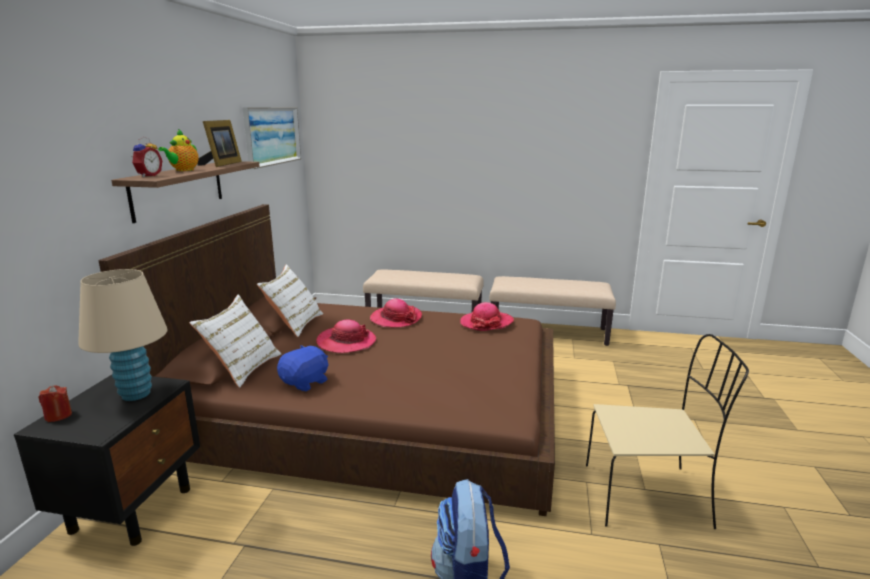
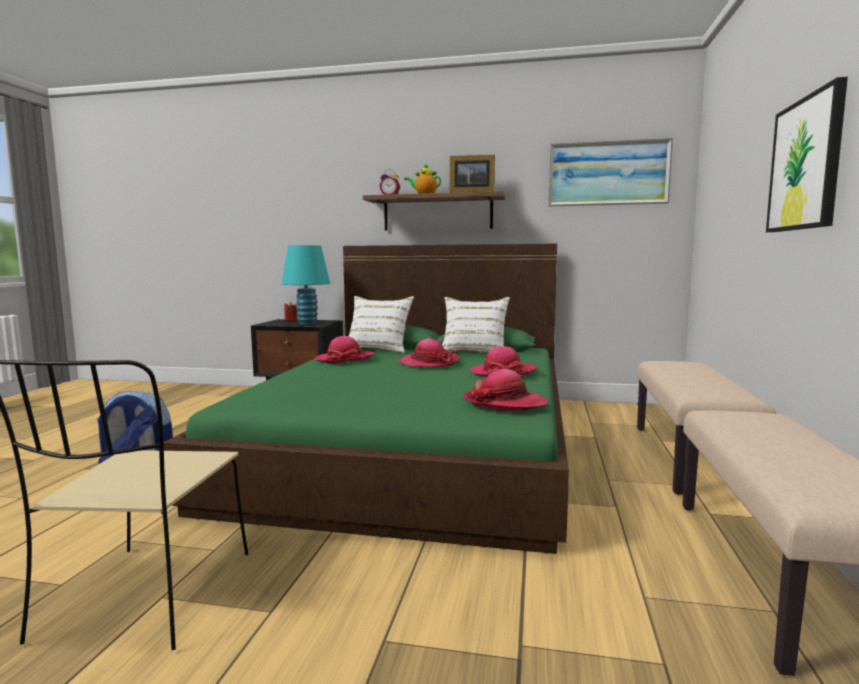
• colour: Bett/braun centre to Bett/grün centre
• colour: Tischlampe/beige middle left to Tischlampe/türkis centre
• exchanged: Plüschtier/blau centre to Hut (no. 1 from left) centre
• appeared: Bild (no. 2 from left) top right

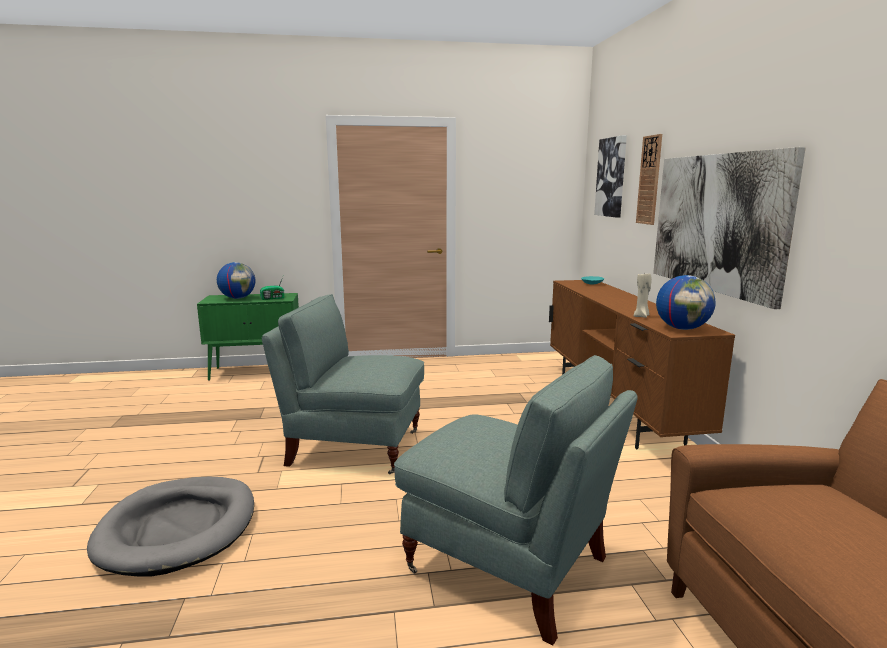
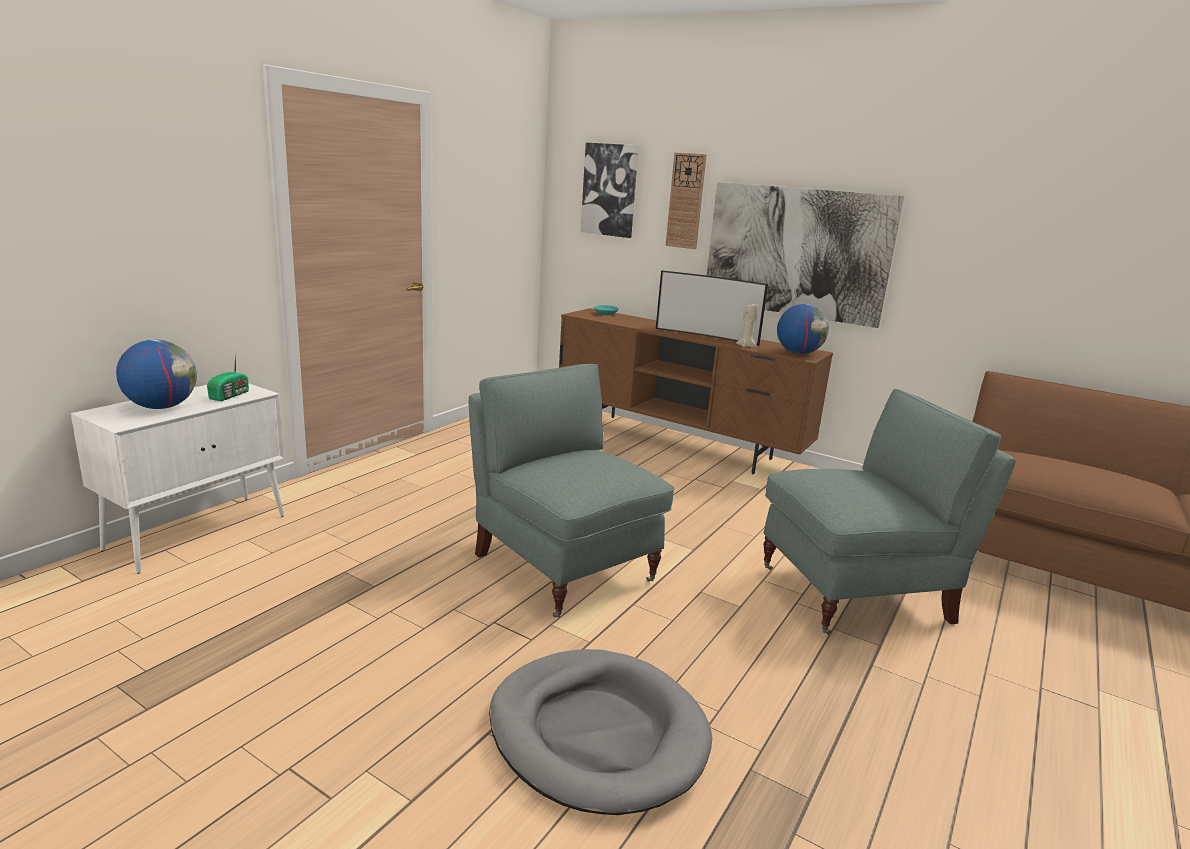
• colour: Schrank/grün middle left to Schrank/weiß middle left
• spun: Sessel/grau (no. 1 from left) centre = centre 90 degrees clockwise
• appeared: Fernseher centre

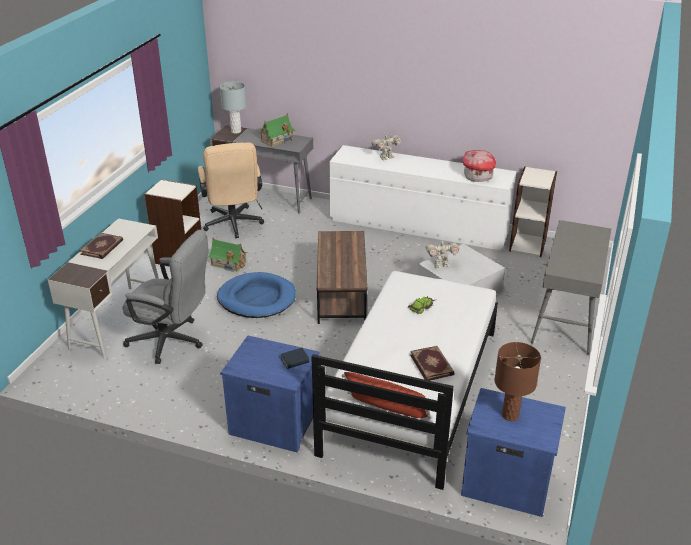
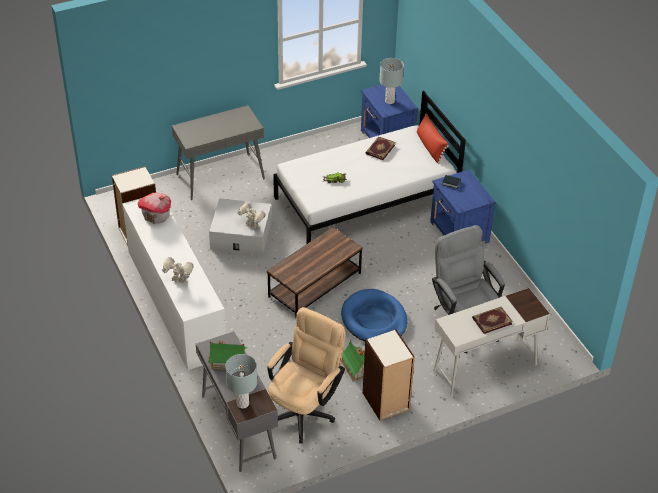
• colour: Tischlampe/braun bottom right to Tischlampe/grau (no. 2 from left) top centre

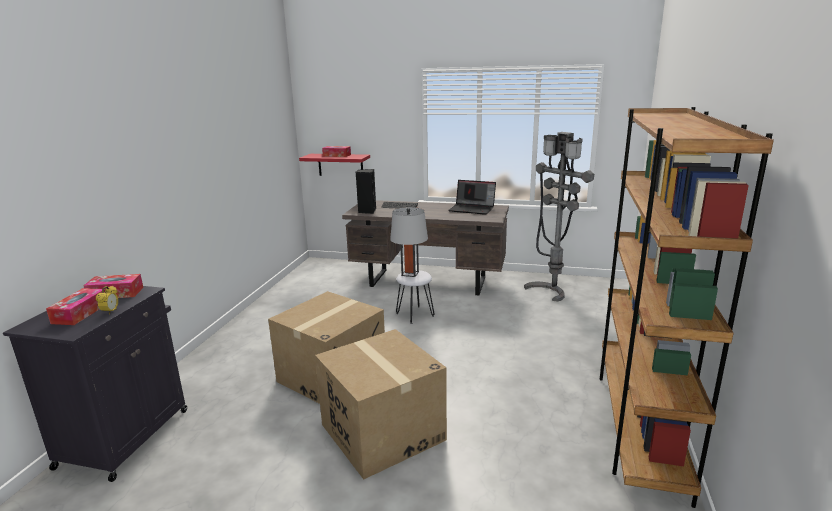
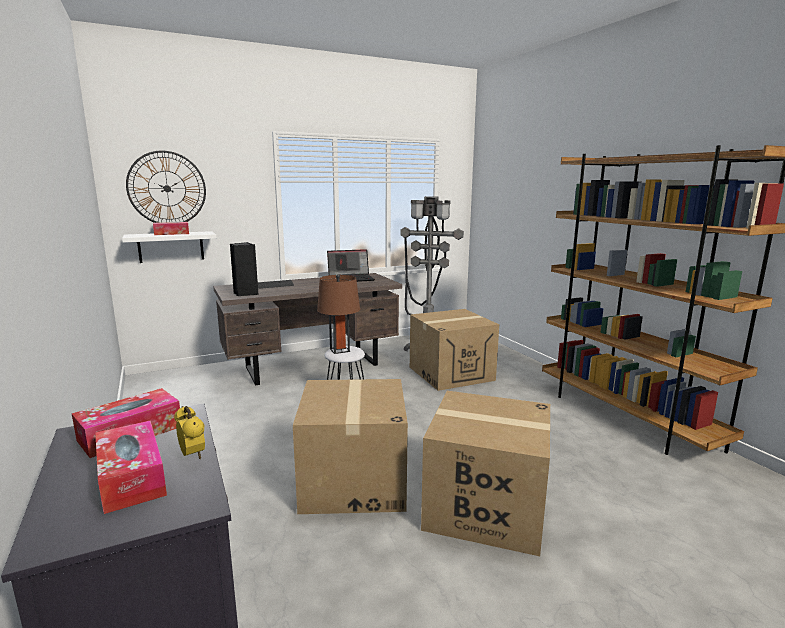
• colour: Wandregal/rot top centre to Wandregal/weiß middle left
• colour: Tischlampe/grau centre to Tischlampe/braun centre
• appeared: Wanduhr top left
• appeared: Karton (no. 2 from left) centre

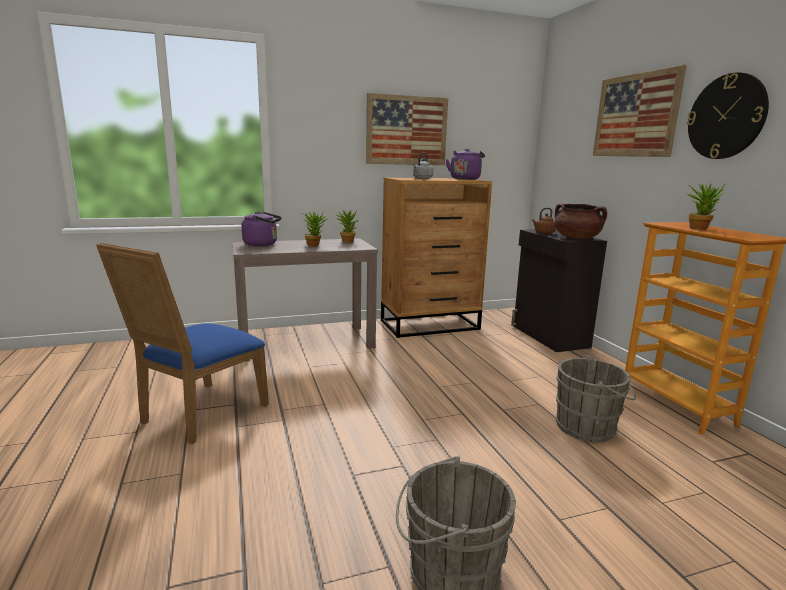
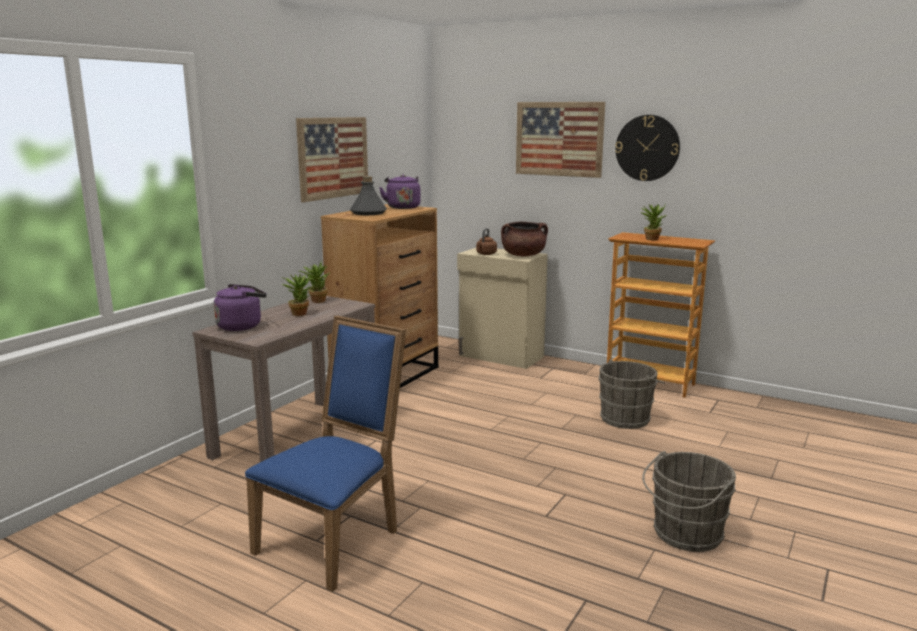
• exchanged: Wasserkessel/grau top centre to Flasche/grau top centre
• colour: Schrank/schwarz middle right to Schrank/beige centre
• spun: Stuhl/blau middle left = bottom centre 135 degrees counterclockwise

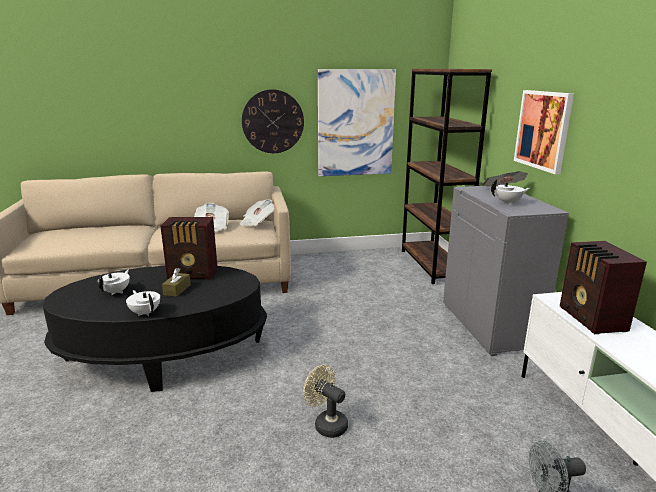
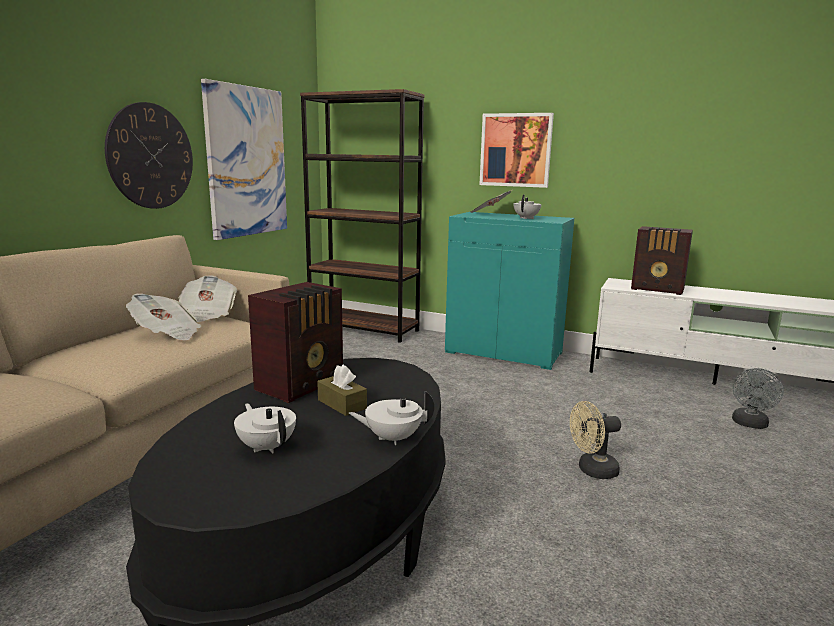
• colour: Schrank/grau middle right to Schrank/türkis centre

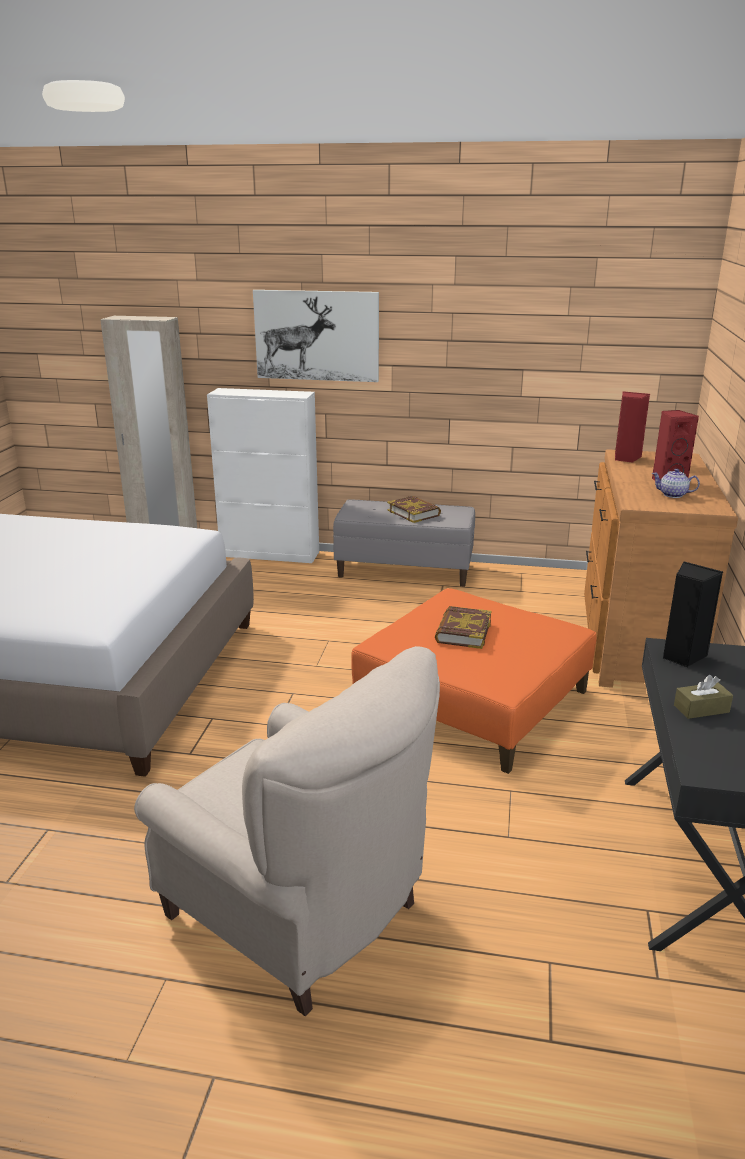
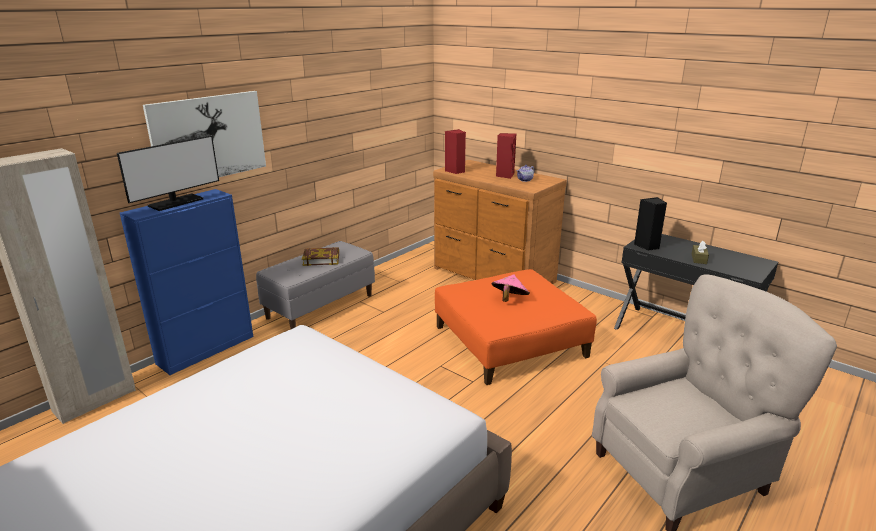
• colour: Schrank/weiß centre to Schrank/blau middle left
• exchanged: Buch (no. 2 from left) centre to Hut/rosa centre
• appeared: Monitor top left

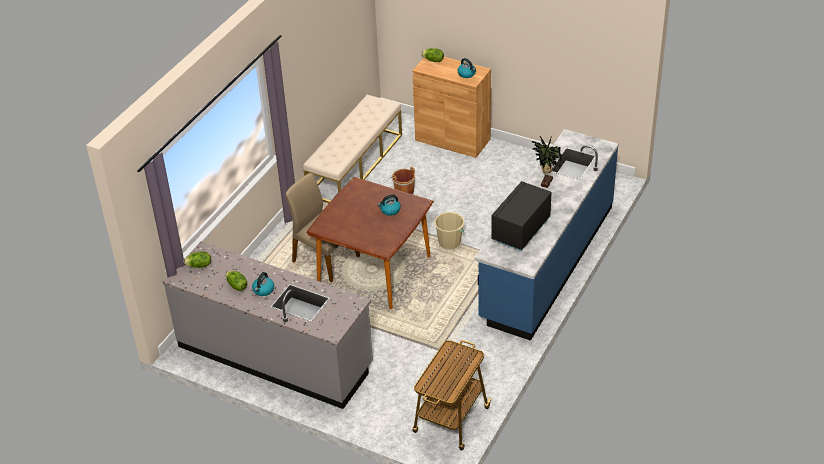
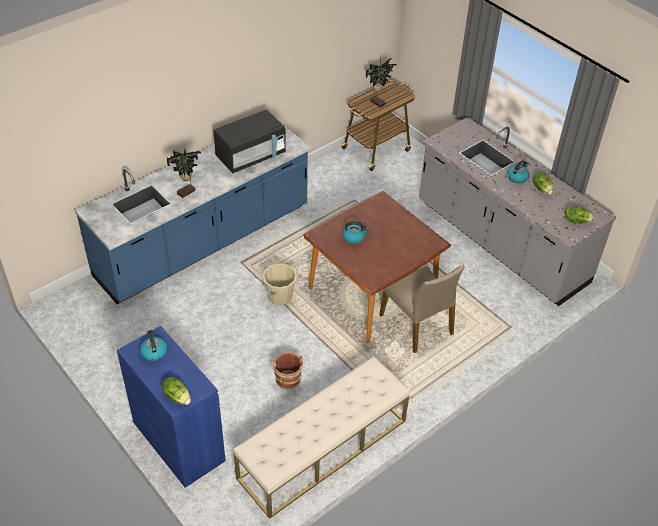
• colour: Schrank/braun top centre to Schrank/blau bottom left
• appeared: Topfpflanze (no. 2 from left) top centre

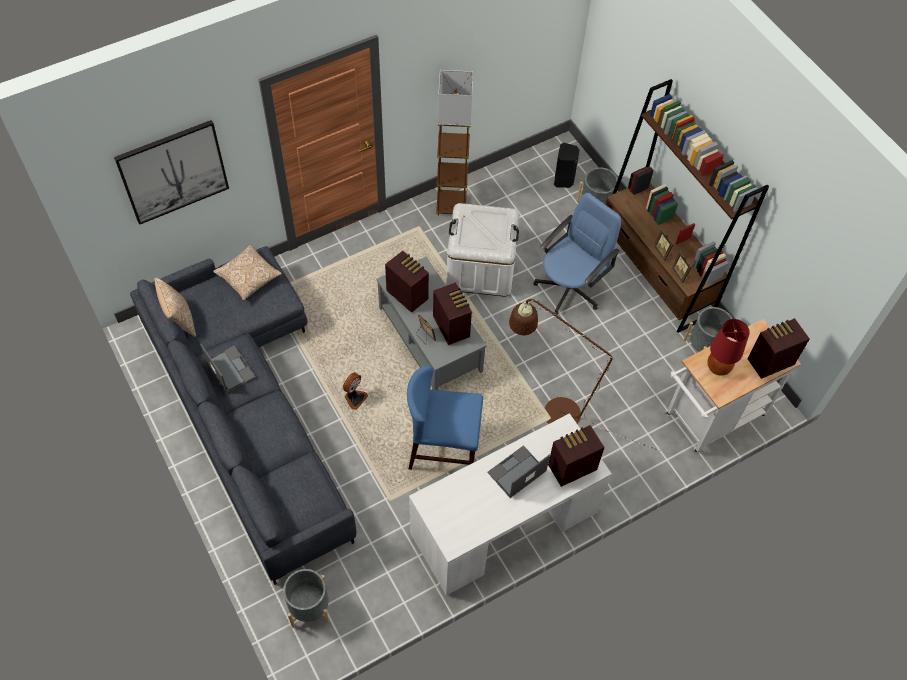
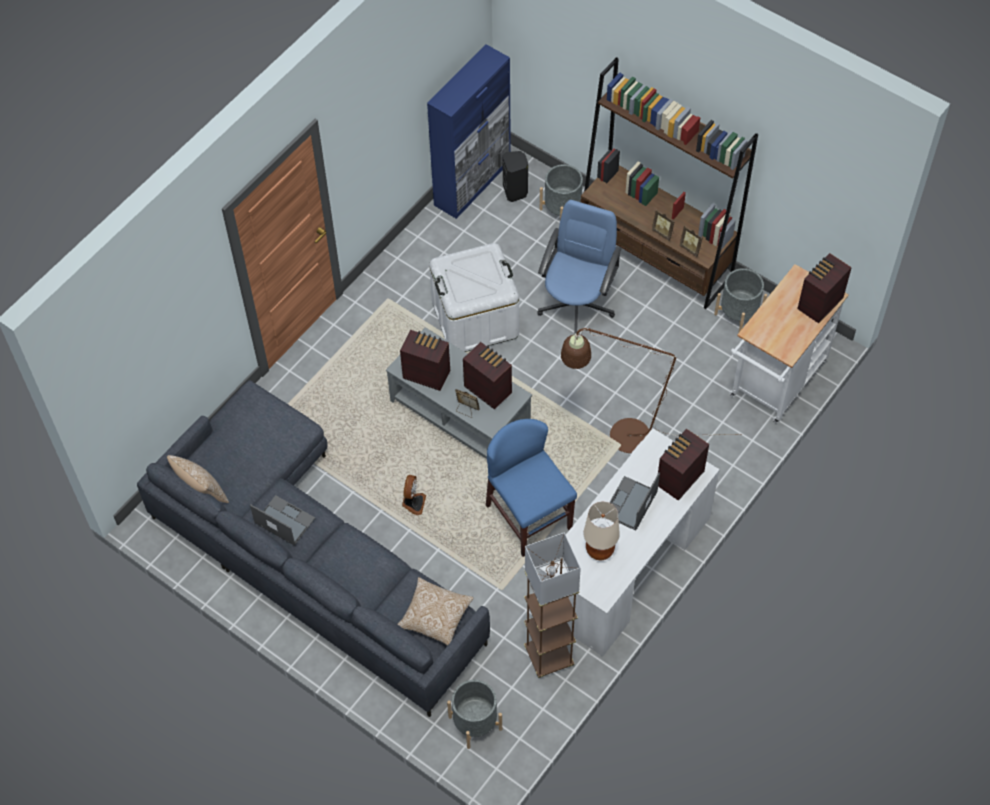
• relocated: Stehlampe/braun (no. 1 from left) top centre to bottom centre
• missing: Bild top left
• relocated: Kissen (no. 2 from left) middle left to bottom centre
• missing: Tischlampe/rot middle right
• spun: Stuhl/blau centre = centre 75 degrees clockwise
• appeared: Schrank/blau top centre
• appeared: Tischlampe/beige centre

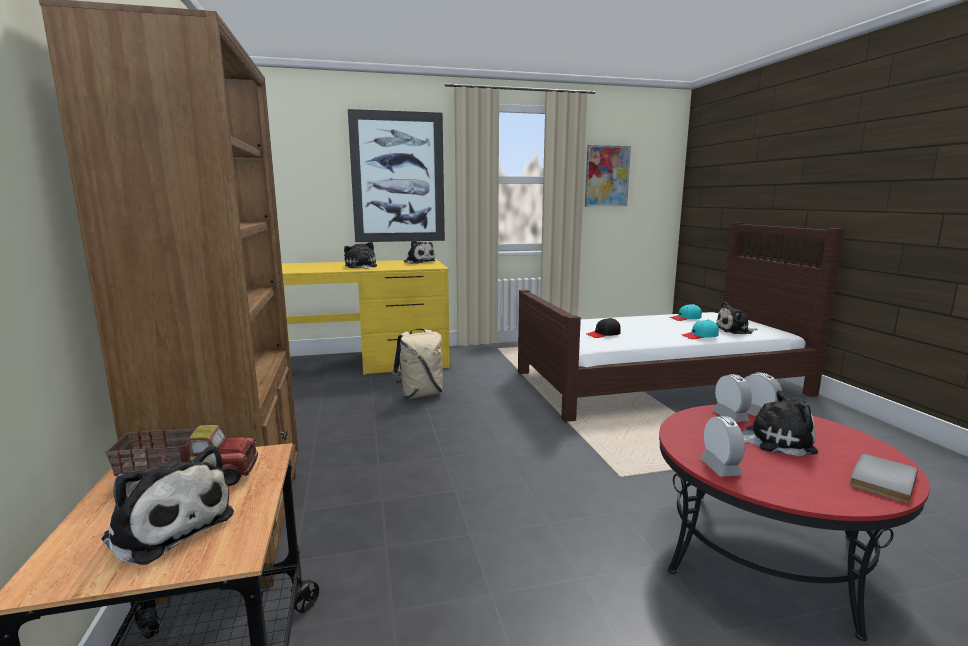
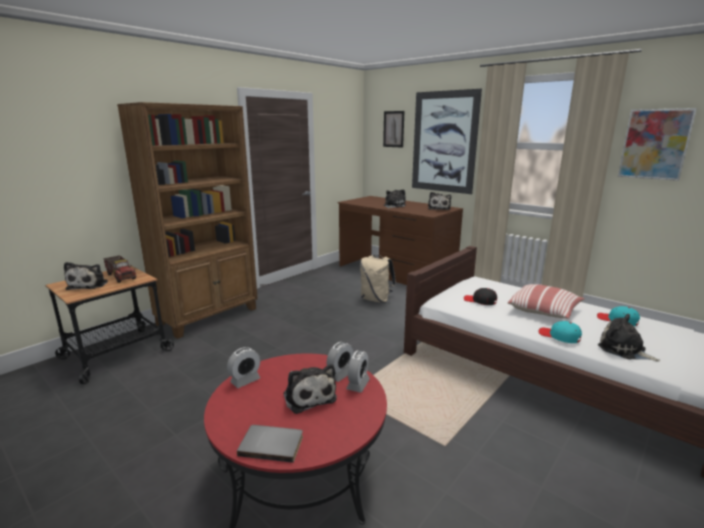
• colour: Schreibtisch/gelb centre to Schreibtisch/braun centre
• appeared: Bild (no. 1 from left) top centre
• appeared: Kissen middle right

